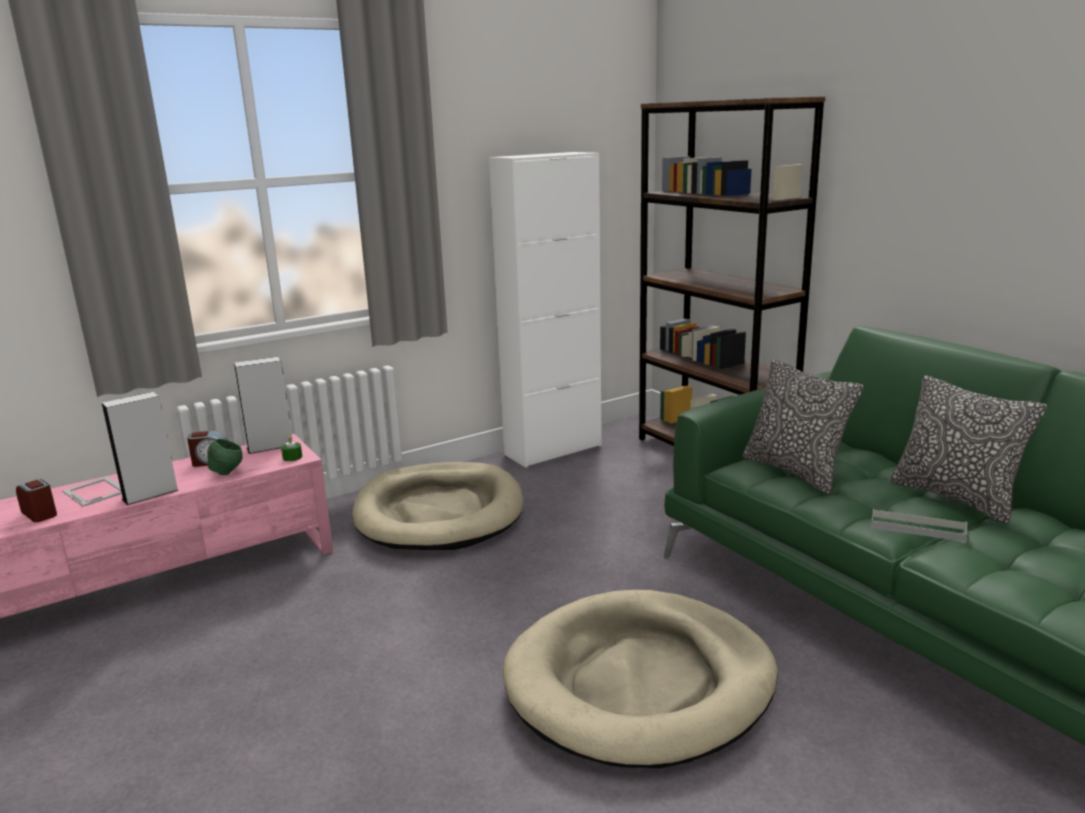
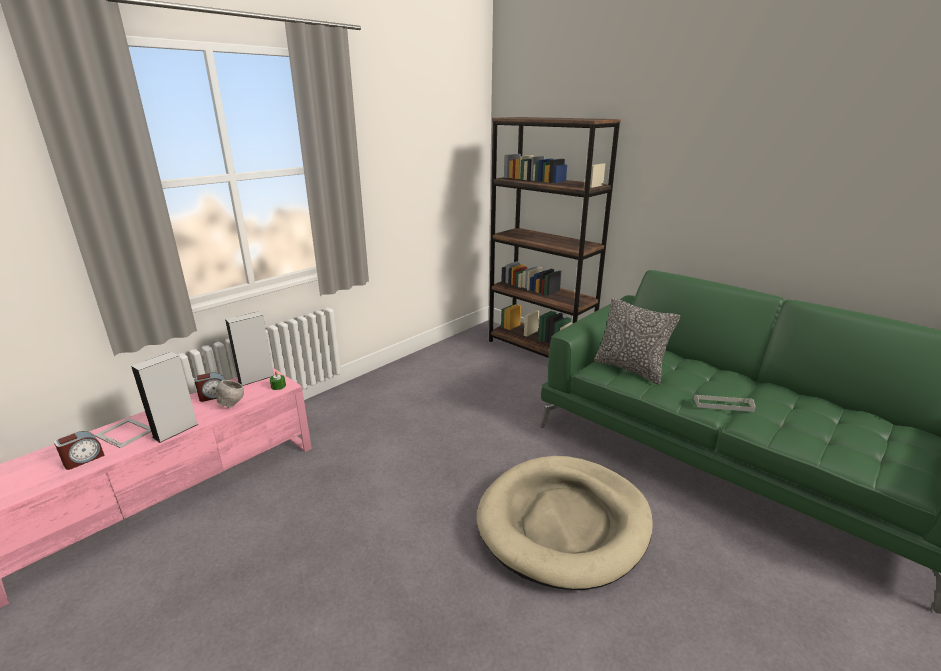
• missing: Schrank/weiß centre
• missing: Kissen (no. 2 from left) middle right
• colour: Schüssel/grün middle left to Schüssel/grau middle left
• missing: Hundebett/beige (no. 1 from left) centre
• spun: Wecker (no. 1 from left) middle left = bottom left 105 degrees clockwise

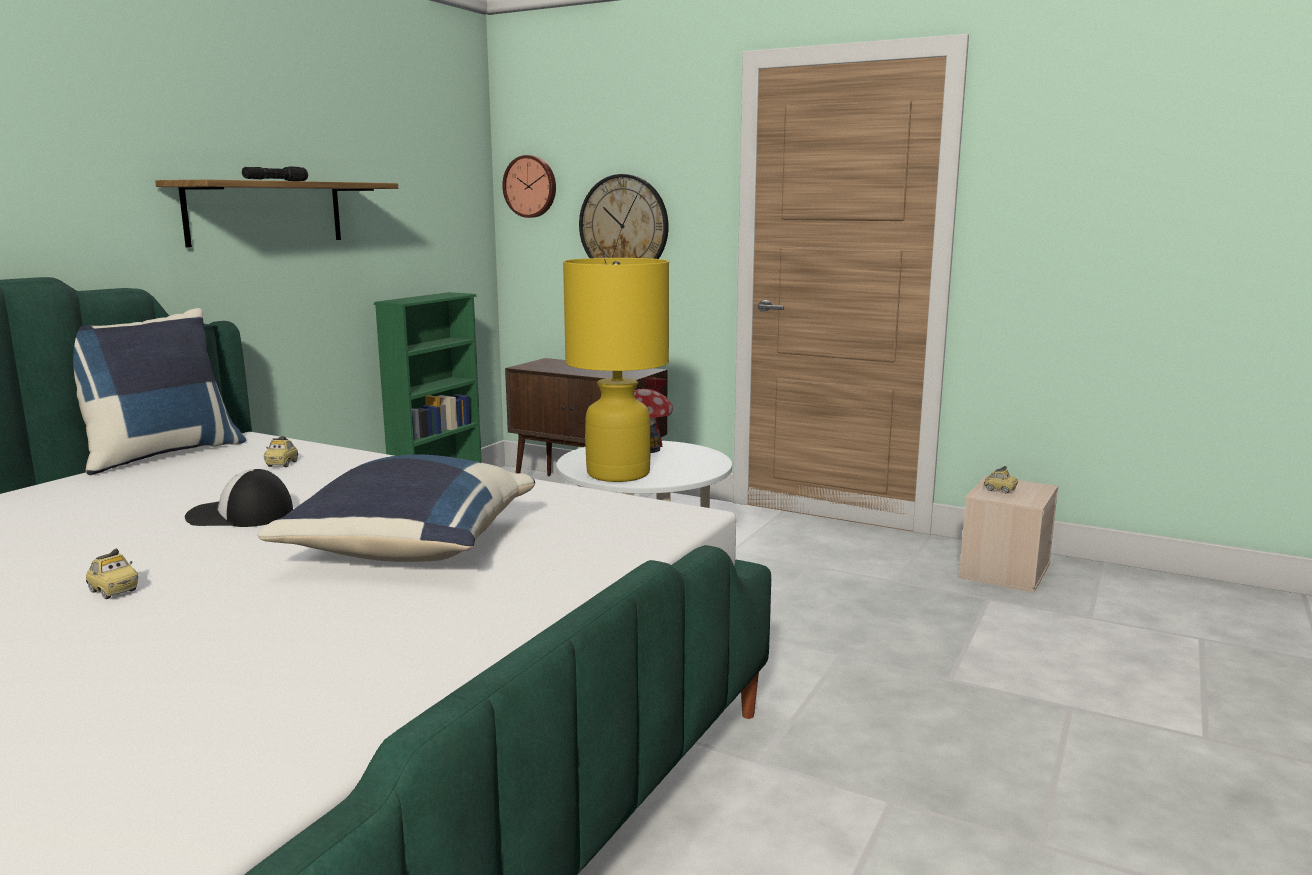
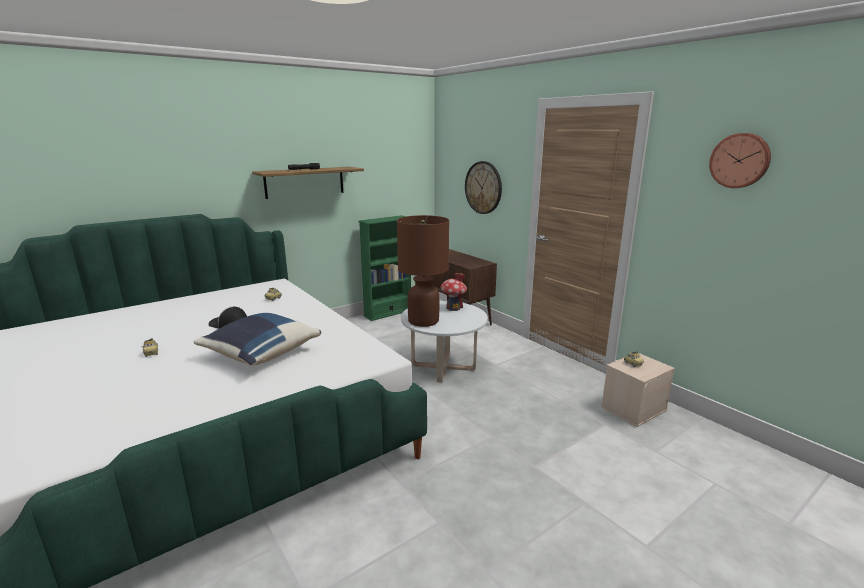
• relocated: Wanduhr (no. 1 from left in the first image) top centre to Wanduhr (no. 2 from left) top right
• colour: Tischlampe/gelb centre to Tischlampe/braun centre
• missing: Kissen/blau (no. 1 from left) middle left

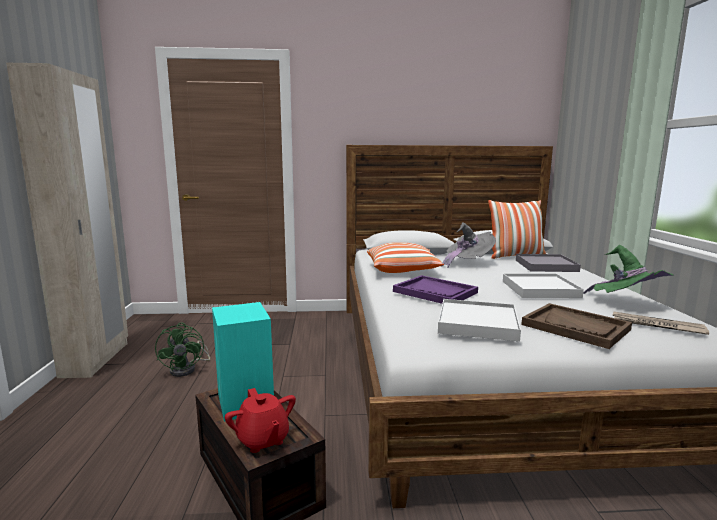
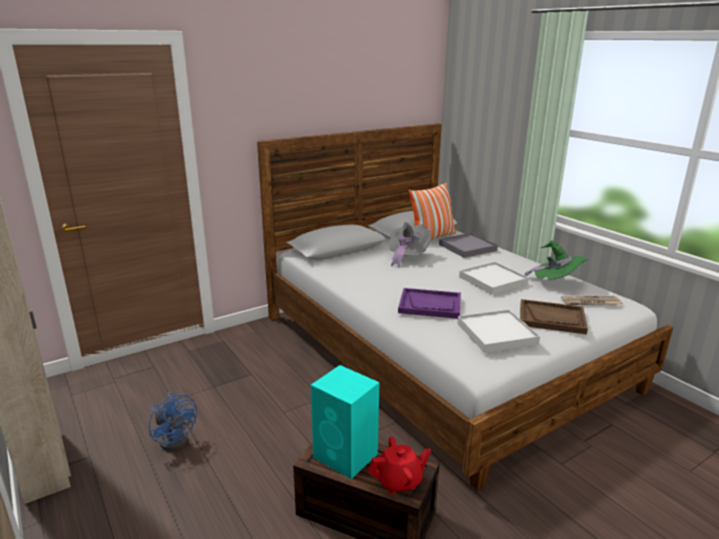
• missing: Kissen (no. 1 from left) centre
• colour: Ventilator/grün bottom left to Ventilator/blau bottom left
• spun: Teekanne/rot bottom centre = bottom centre 45 degrees counterclockwise

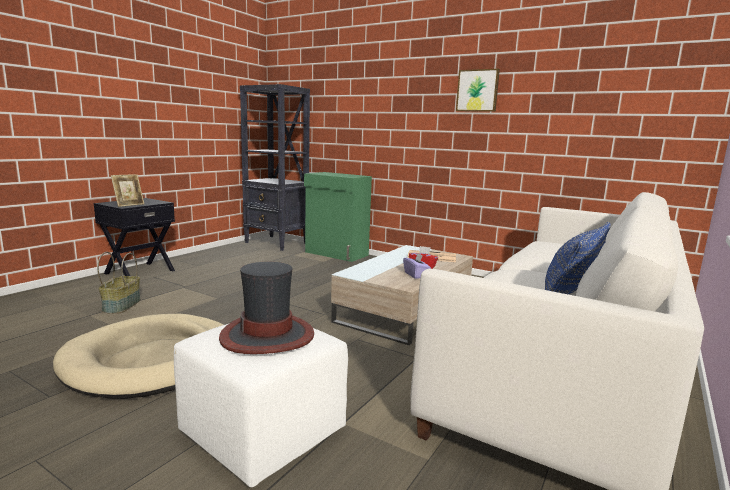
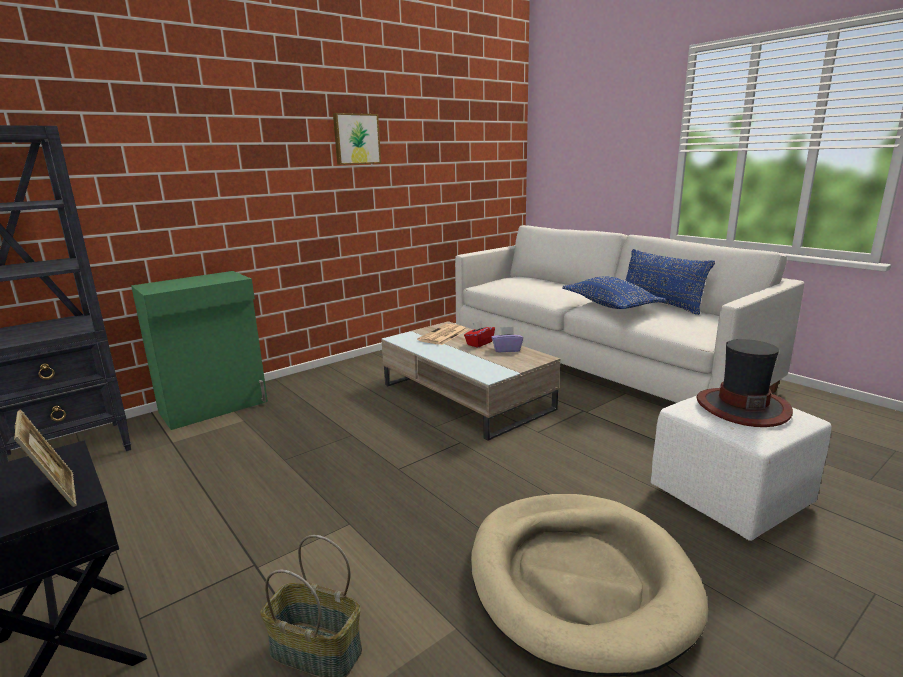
• appeared: Kissen/blau (no. 1 from left) middle right

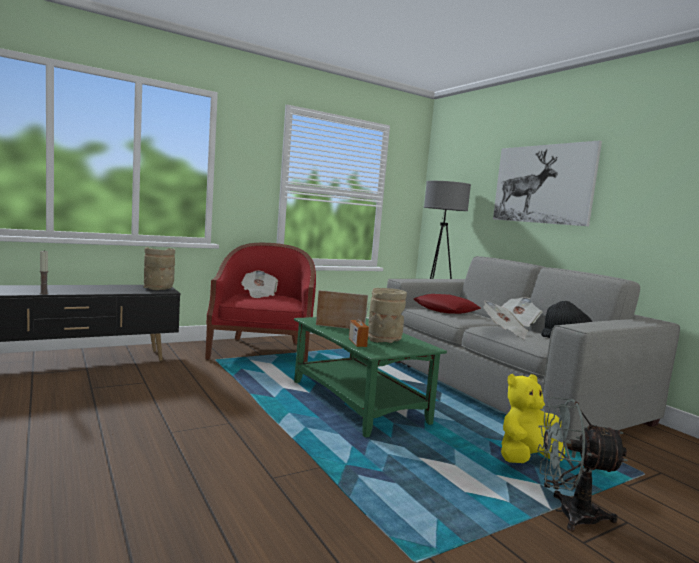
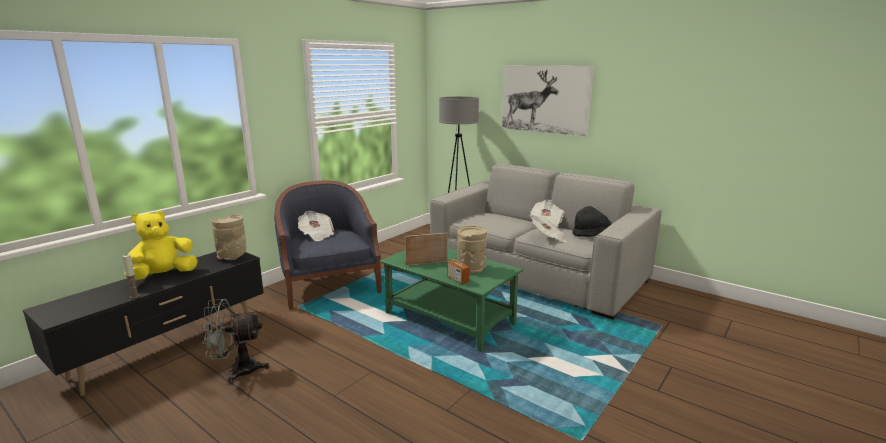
• colour: Sessel/rot centre to Sessel/blau centre
• missing: Kissen/rot centre
• relocated: Plüschtier/gelb bottom right to middle left
• relocated: Ventilator/grau bottom right to bottom left

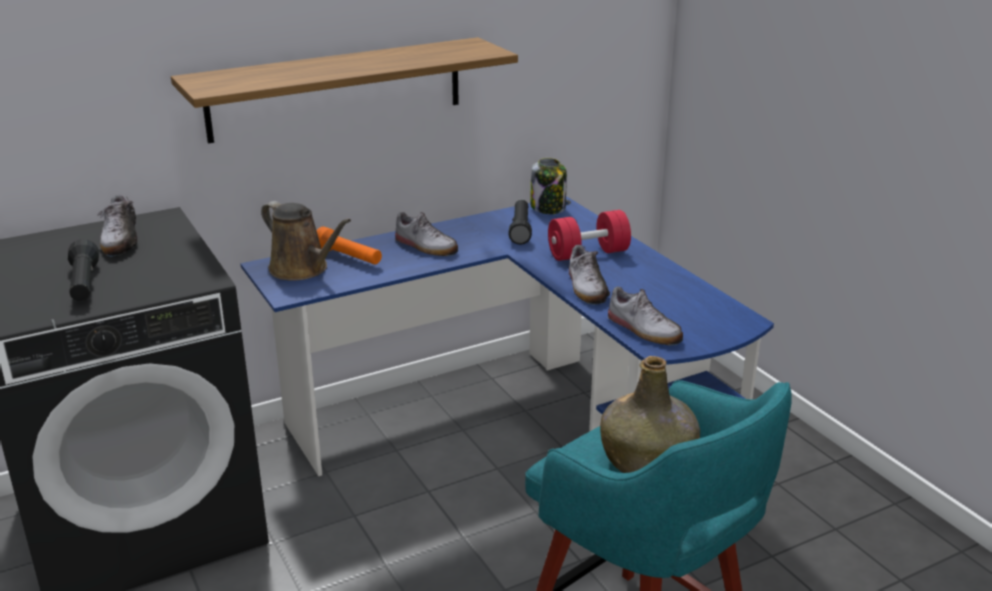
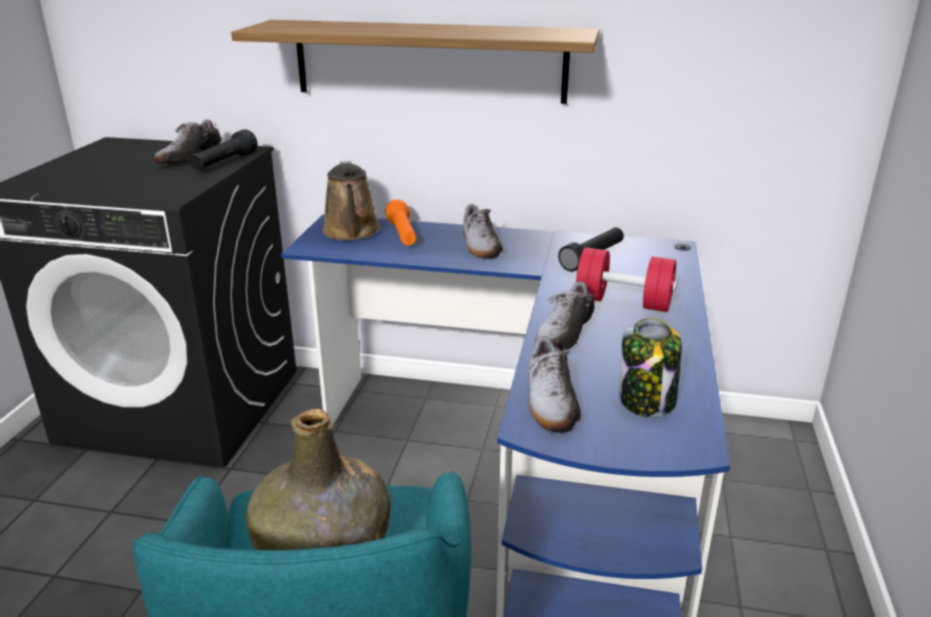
• relocated: Vorratsglas top centre to middle right
• relocated: Taschenlampe/schwarz (no. 1 from left) middle left to top left

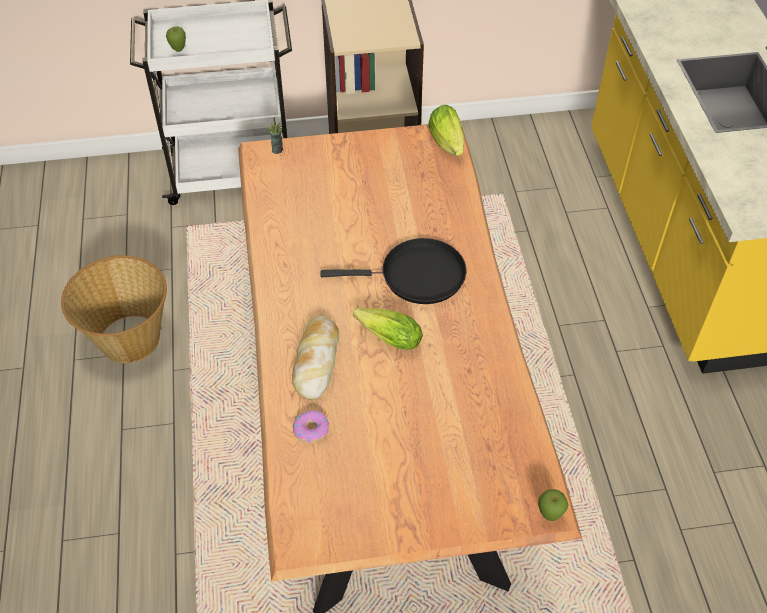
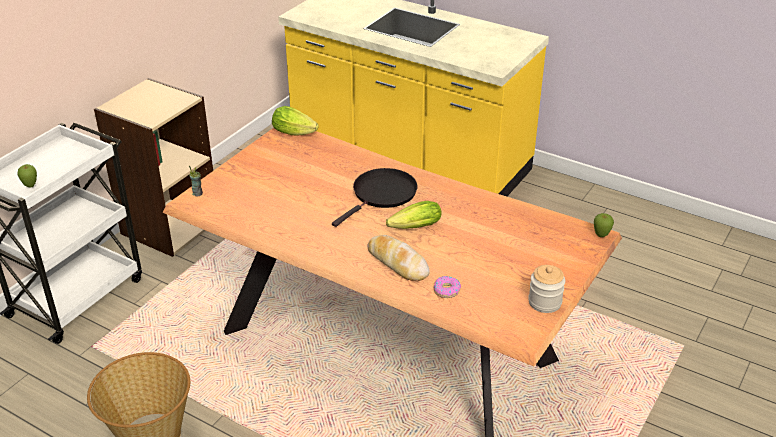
• appeared: Vorratsglas middle right

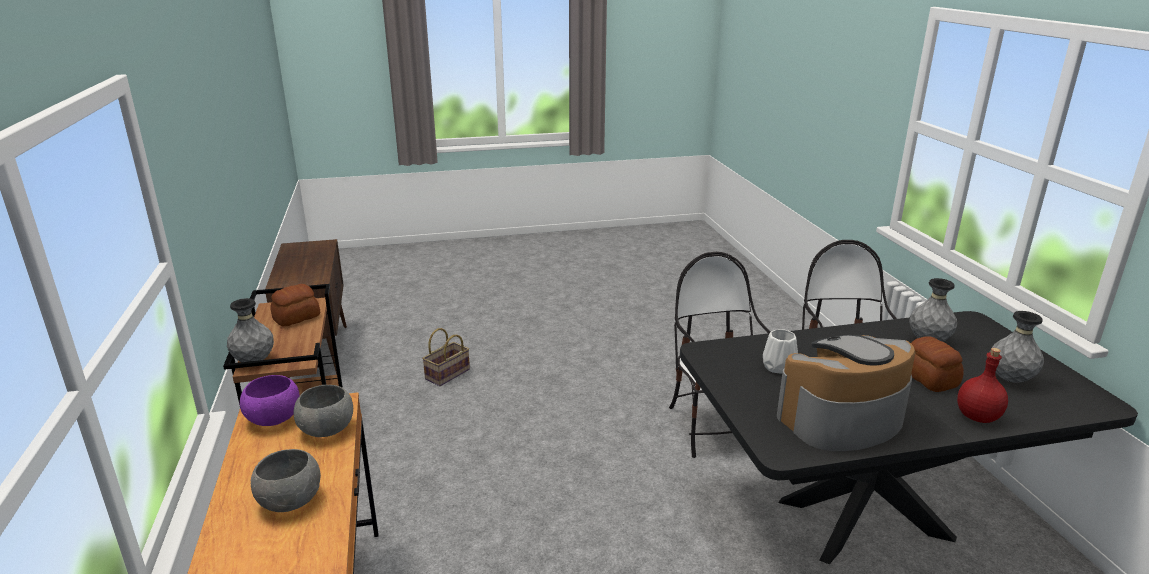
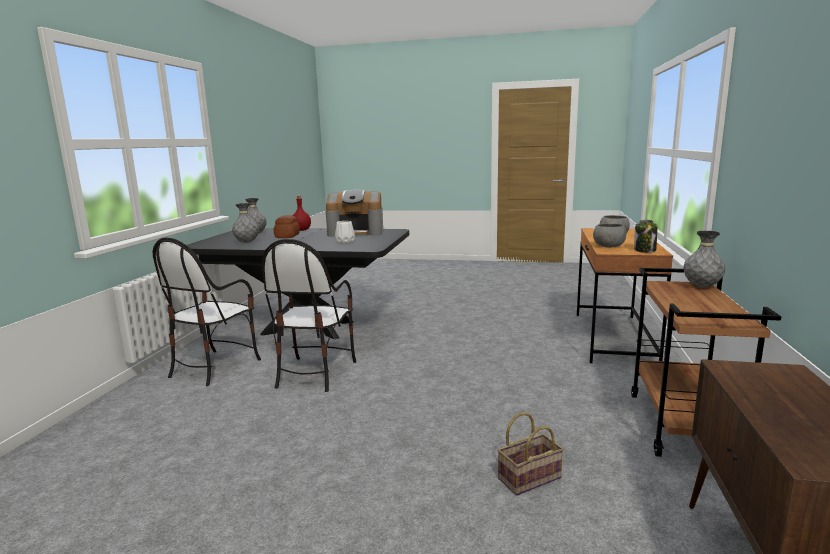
• missing: Brot (no. 1 from left) middle left
• exchanged: Schüssel/lila bottom left to Vorratsglas middle right

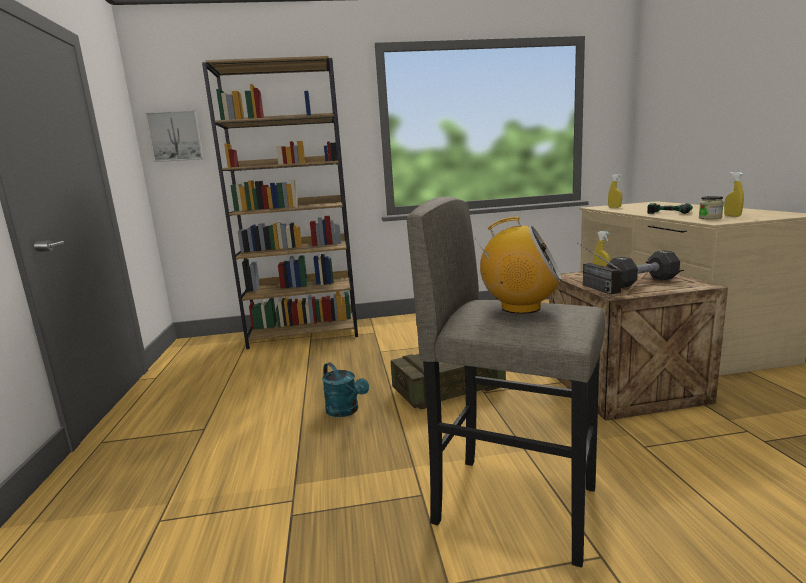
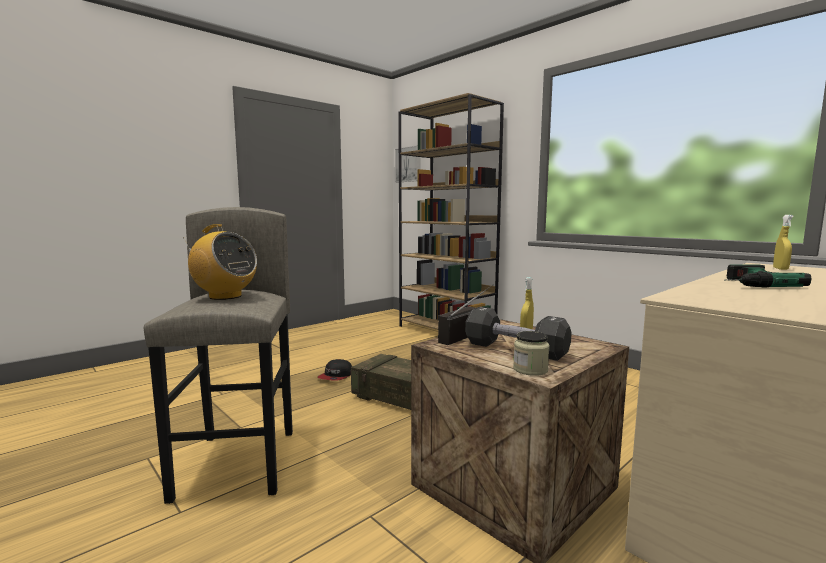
• missing: Sprühflasche/gelb (no. 3 from left) top right
• relocated: Vorratsglas middle right to centre
• spun: Radio (no. 1 from left) centre = middle left 45 degrees counterclockwise
• exchanged: Gießkanne/türkis bottom centre to Kappe centre

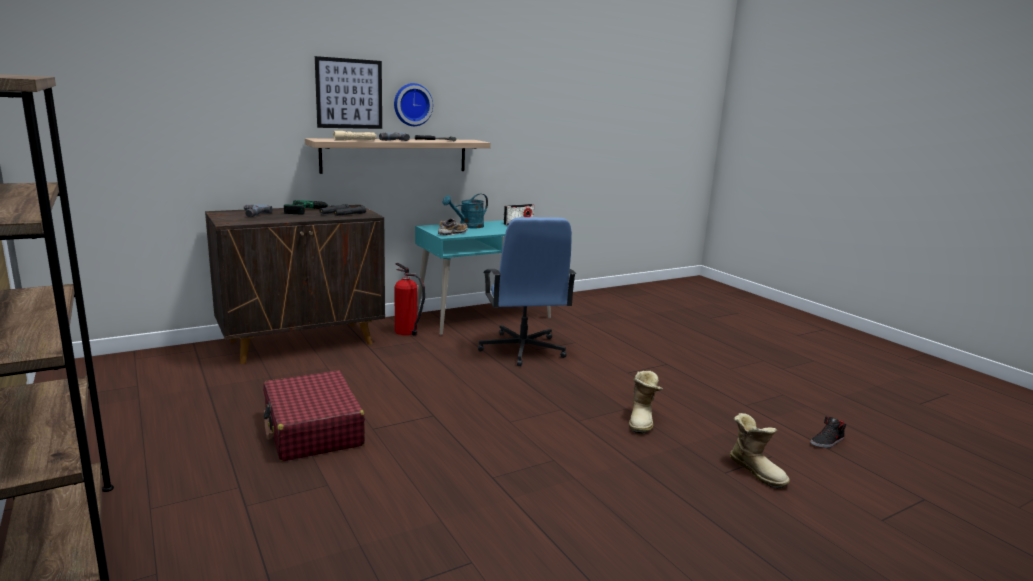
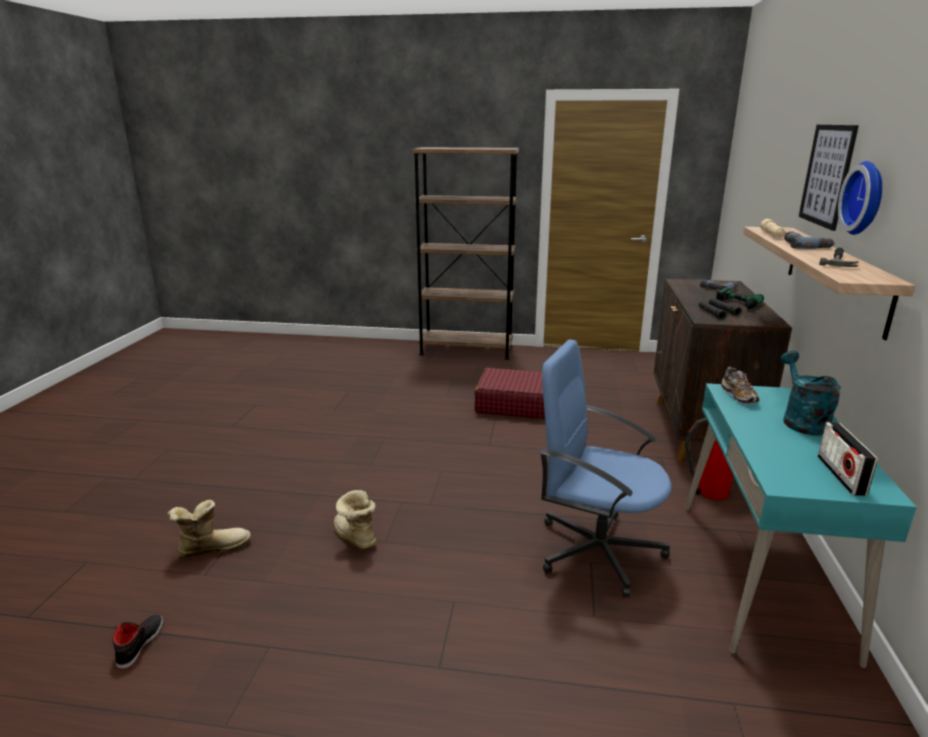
• spun: Stiefel (no. 2 from left in the first image) bottom right = bottom left 150 degrees clockwise

